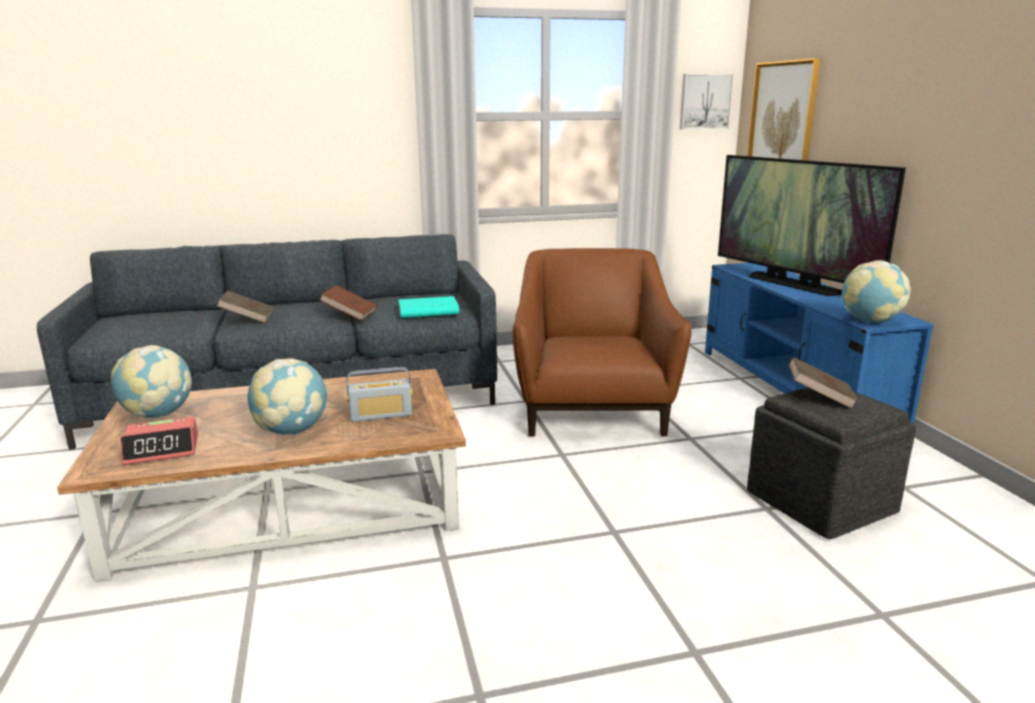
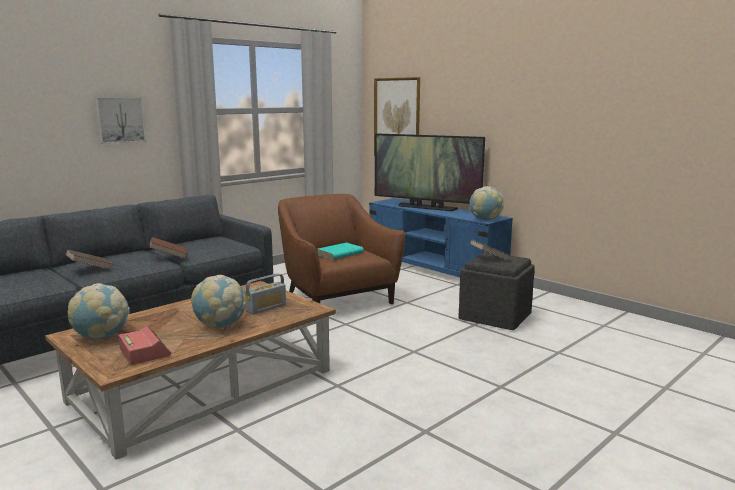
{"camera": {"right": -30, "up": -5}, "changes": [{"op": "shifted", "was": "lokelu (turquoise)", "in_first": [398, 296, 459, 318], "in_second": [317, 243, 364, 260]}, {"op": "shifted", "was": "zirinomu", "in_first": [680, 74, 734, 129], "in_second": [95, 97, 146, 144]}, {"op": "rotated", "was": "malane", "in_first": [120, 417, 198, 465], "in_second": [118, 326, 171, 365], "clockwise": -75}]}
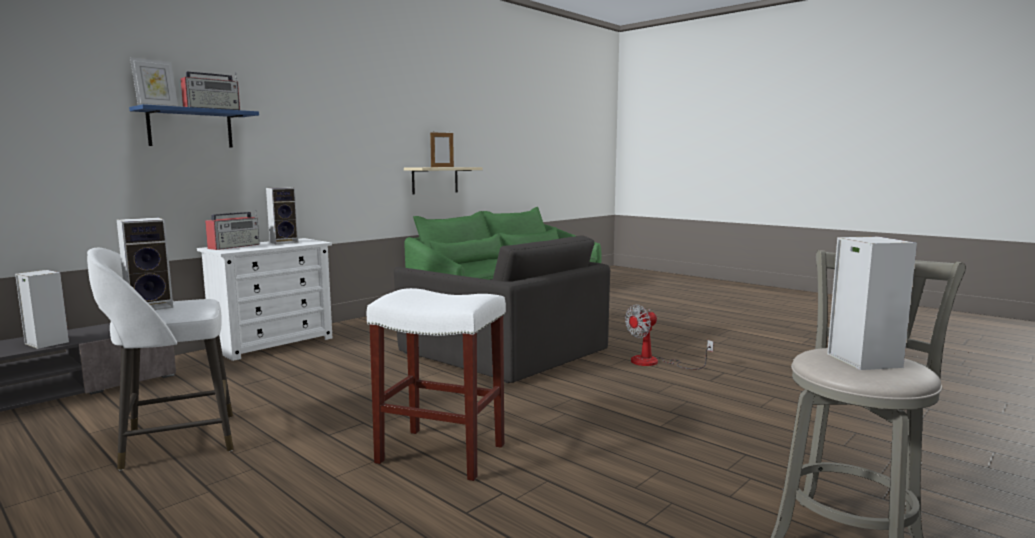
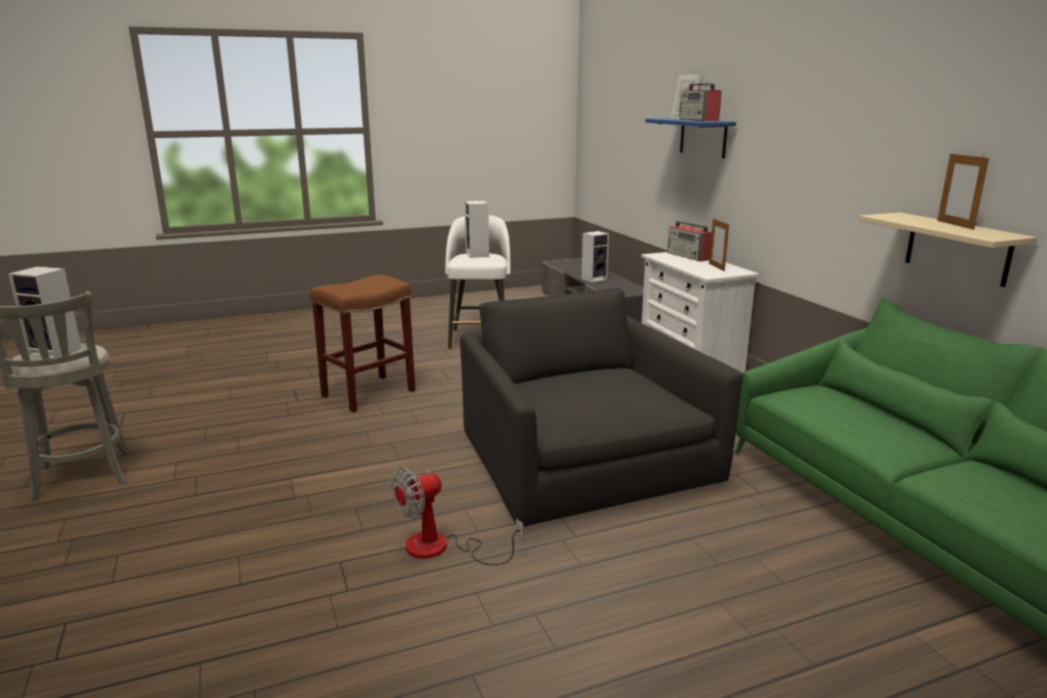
{"camera": {"right": 115, "up": 10}, "changes": [{"op": "swapped", "was": "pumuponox", "now": "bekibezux", "in_first": [266, 187, 298, 244], "in_second": [709, 219, 729, 272]}, {"op": "repainted", "was": "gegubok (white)", "now": "gegubok (brown)", "in_first": [367, 288, 506, 481], "in_second": [310, 275, 415, 412]}, {"op": "rotated", "was": "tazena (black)", "in_first": [394, 235, 610, 383], "in_second": [460, 288, 743, 527], "clockwise": 90}, {"op": "rotated", "was": "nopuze", "in_first": [625, 304, 714, 370], "in_second": [392, 467, 523, 565], "clockwise": -120}]}
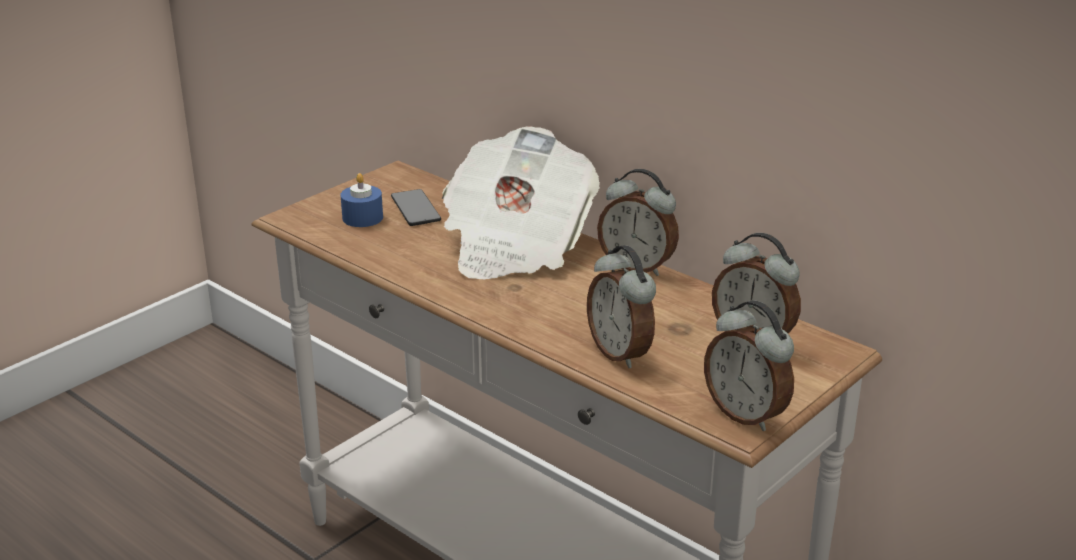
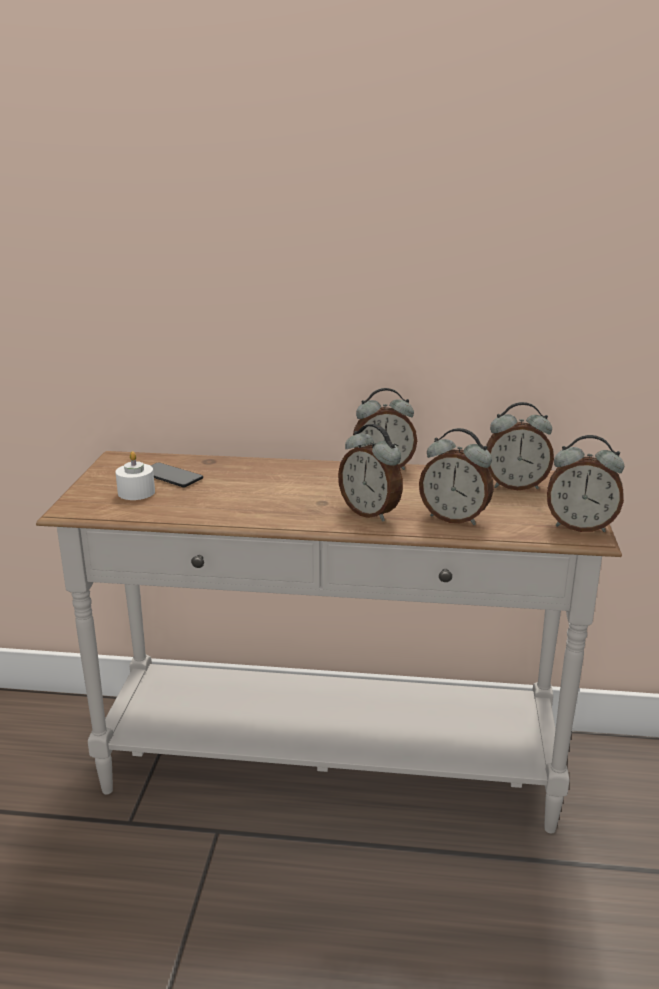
{"camera": {"right": -35, "up": -5}, "changes": [{"op": "gone", "was": "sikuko", "in_first": [442, 127, 600, 279]}, {"op": "new", "now": "malane", "in_second": [338, 424, 403, 522]}, {"op": "repainted", "was": "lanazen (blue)", "now": "lanazen (white)", "in_first": [340, 173, 383, 227], "in_second": [115, 451, 155, 500]}]}
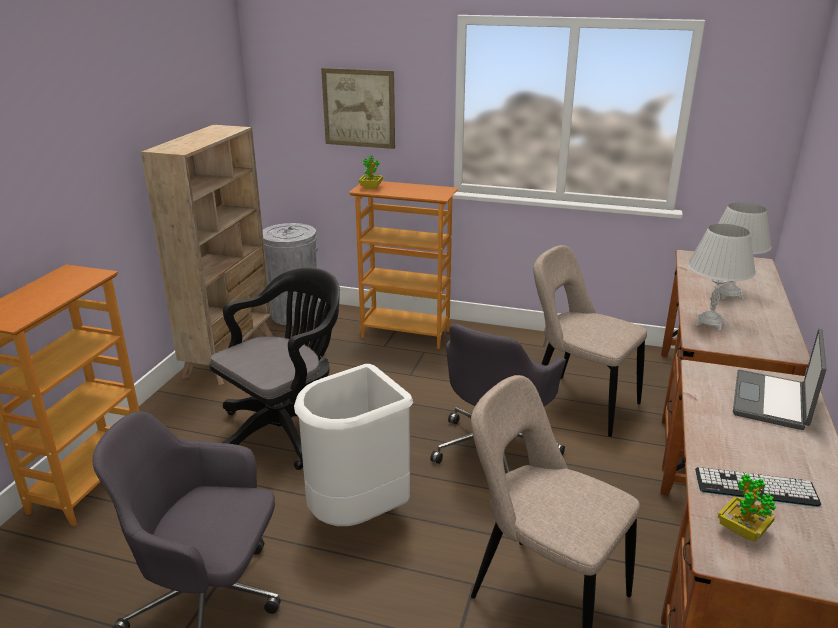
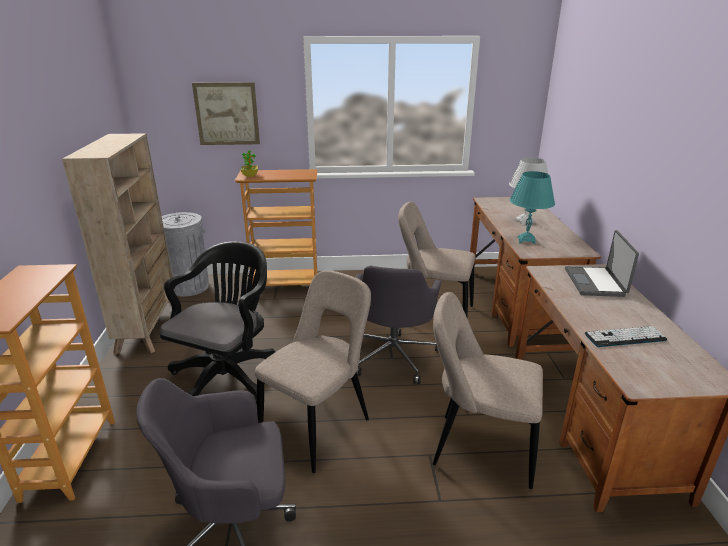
{"camera": {"right": -20, "up": 0}, "changes": [{"op": "gone", "was": "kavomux", "in_first": [718, 474, 775, 542]}, {"op": "swapped", "was": "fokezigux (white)", "now": "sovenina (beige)", "in_first": [294, 364, 413, 526], "in_second": [255, 270, 371, 473]}, {"op": "repainted", "was": "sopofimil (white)", "now": "sopofimil (turquoise)", "in_first": [687, 224, 756, 330], "in_second": [510, 171, 555, 244]}]}
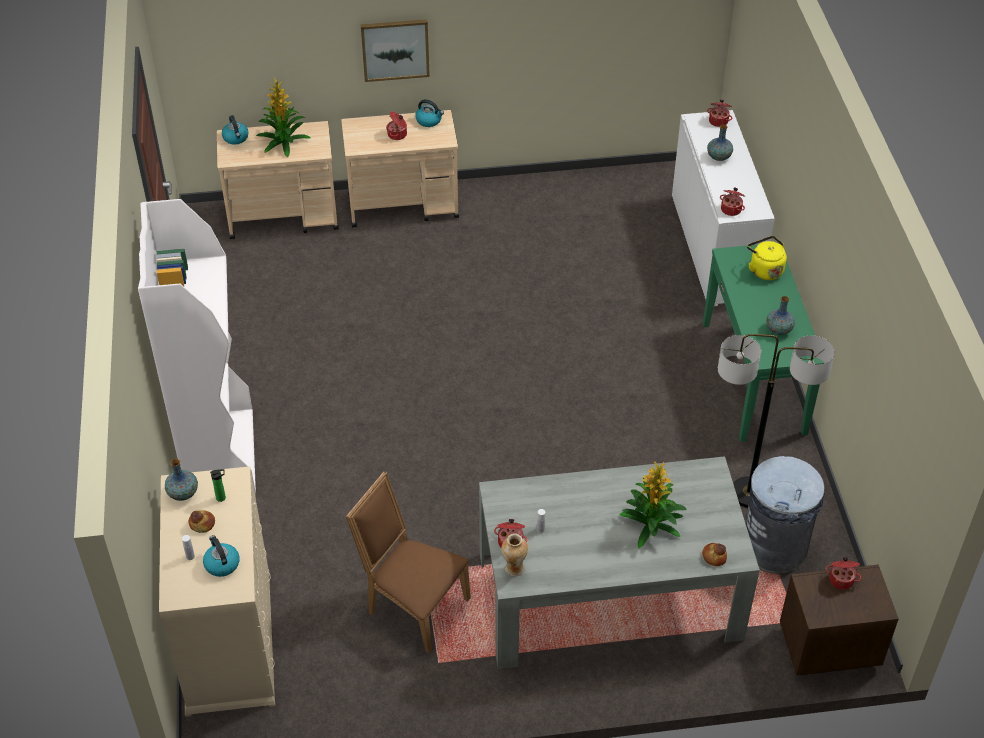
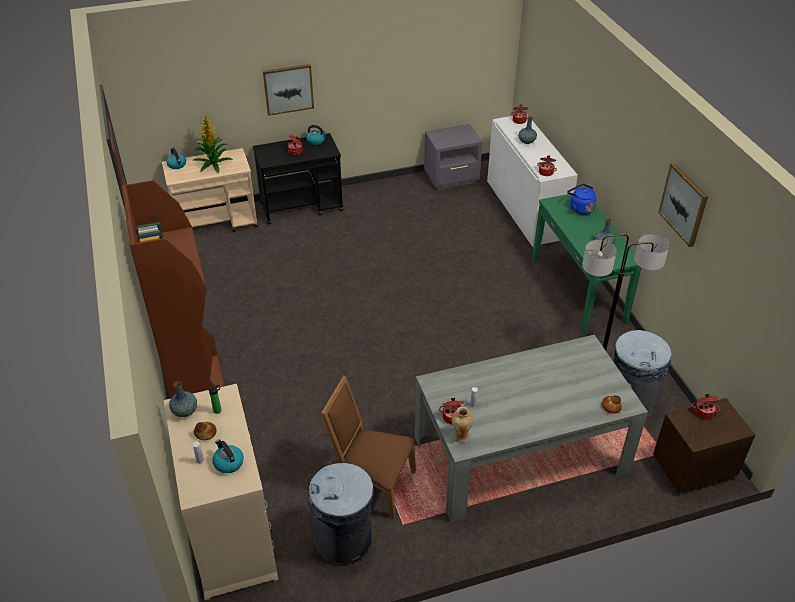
{"camera": {"right": -10, "up": -5}, "changes": [{"op": "gone", "was": "kavomux", "in_first": [619, 461, 687, 548]}, {"op": "new", "now": "fokezigux (grey)", "in_second": [307, 463, 374, 565]}, {"op": "new", "now": "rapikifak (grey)", "in_second": [424, 124, 482, 190]}, {"op": "new", "now": "zirinomu", "in_second": [658, 163, 708, 247]}, {"op": "repainted", "was": "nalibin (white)", "now": "nalibin (brown)", "in_first": [138, 199, 256, 494], "in_second": [121, 180, 224, 399]}, {"op": "repainted", "was": "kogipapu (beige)", "now": "kogipapu (black)", "in_first": [341, 110, 459, 227], "in_second": [253, 133, 343, 225]}, {"op": "repainted", "was": "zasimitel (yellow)", "now": "zasimitel (blue)", "in_first": [747, 236, 787, 280], "in_second": [567, 184, 597, 215]}]}
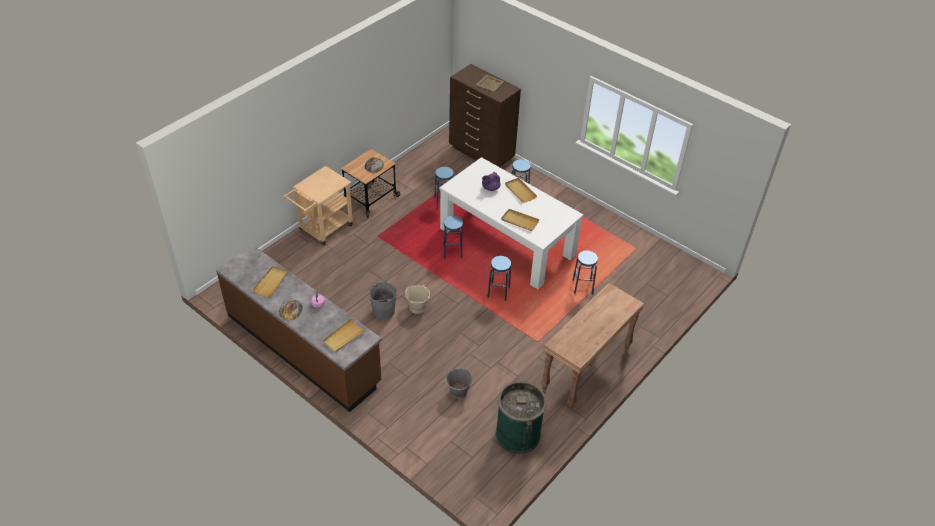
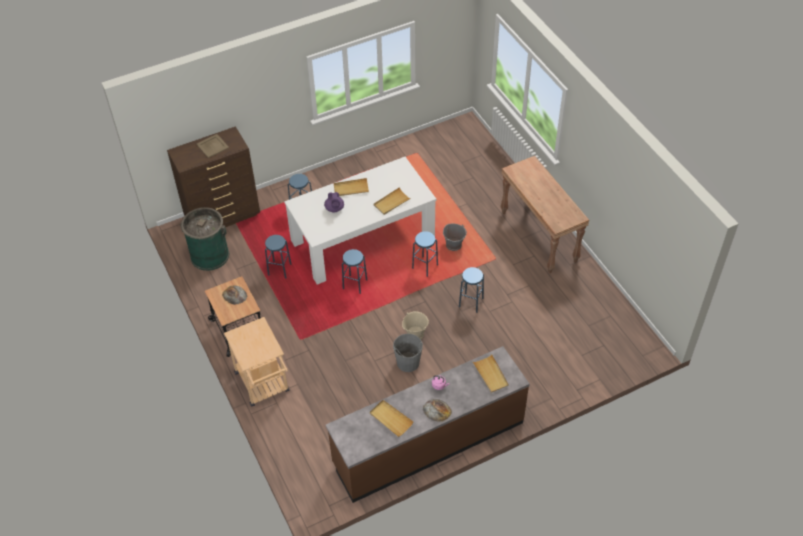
{"camera": {"right": -65, "up": 5}, "changes": [{"op": "shifted", "was": "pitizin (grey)", "in_first": [445, 368, 472, 399], "in_second": [443, 224, 467, 251]}, {"op": "shifted", "was": "fokezigux (green)", "in_first": [496, 381, 547, 454], "in_second": [180, 207, 229, 271]}, {"op": "shifted", "was": "gegubok (blue)", "in_first": [573, 250, 598, 294], "in_second": [459, 267, 484, 313]}]}
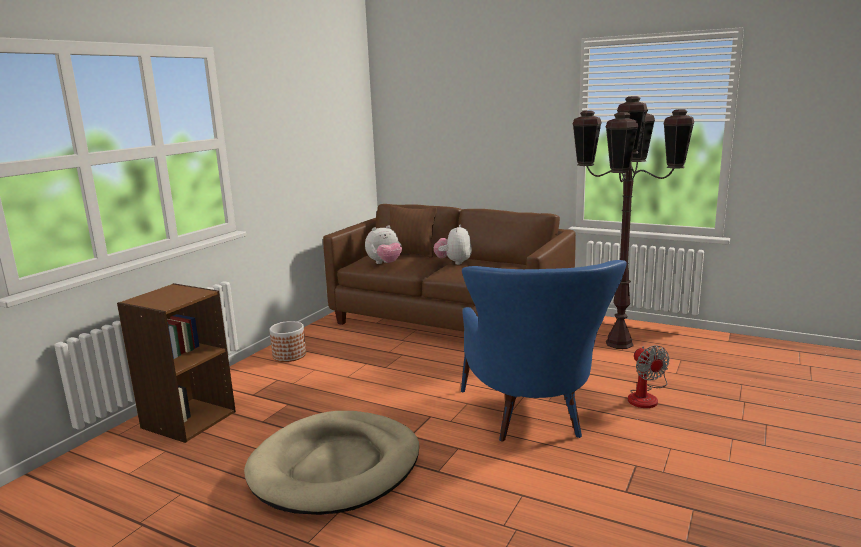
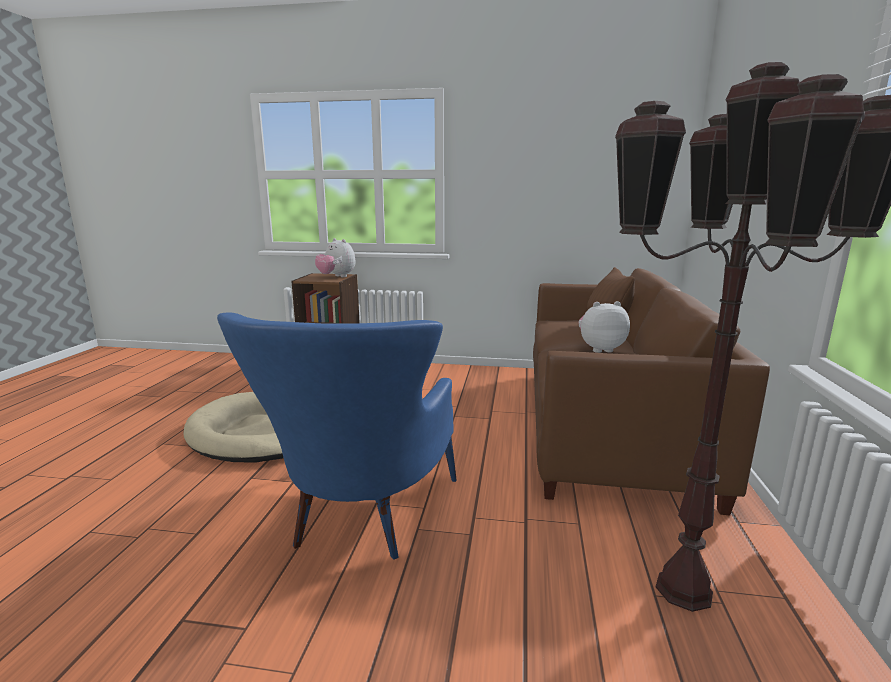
{"camera": {"right": 70, "up": 0}, "changes": [{"op": "gone", "was": "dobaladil", "in_first": [269, 321, 306, 362]}, {"op": "gone", "was": "nopuze", "in_first": [628, 345, 670, 408]}, {"op": "shifted", "was": "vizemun", "in_first": [365, 225, 402, 264], "in_second": [315, 238, 355, 277]}, {"op": "rotated", "was": "tazena (blue)", "in_first": [461, 260, 627, 442], "in_second": [217, 313, 457, 560], "clockwise": -60}]}
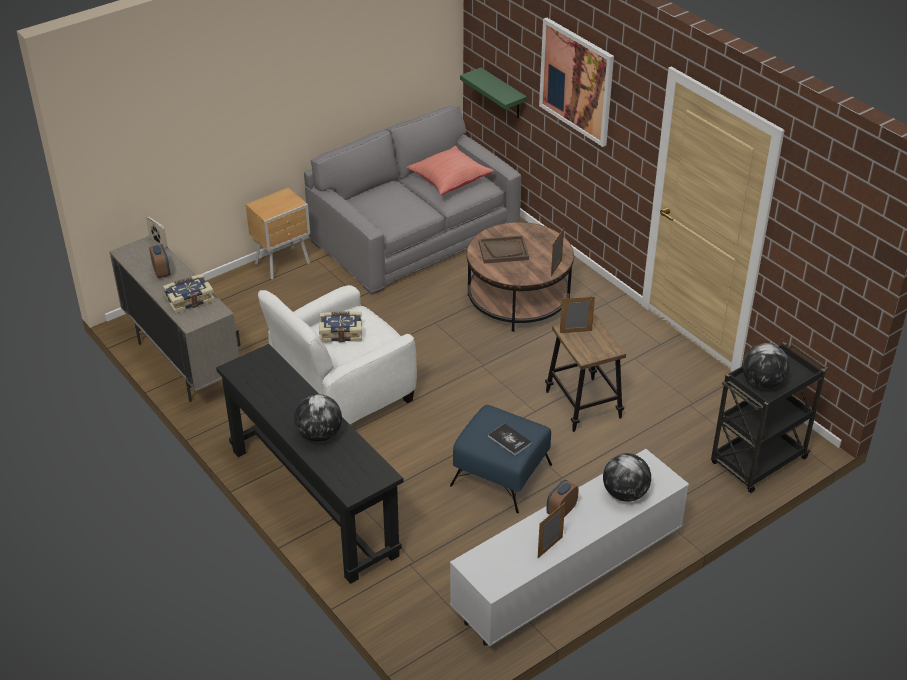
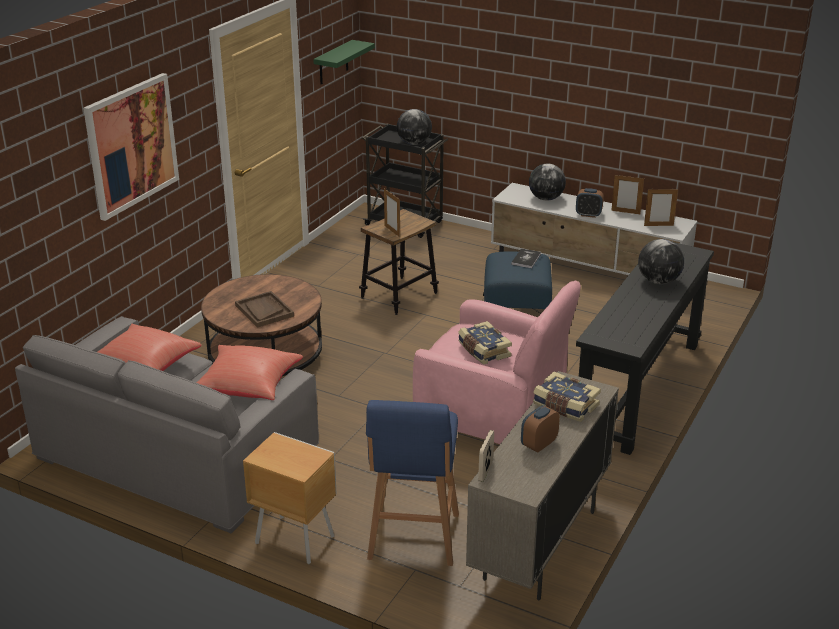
{"camera": {"right": -115, "up": -10}, "changes": [{"op": "new", "now": "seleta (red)", "in_second": [196, 345, 303, 400]}, {"op": "new", "now": "gegubok (blue)", "in_second": [366, 400, 459, 566]}, {"op": "shifted", "was": "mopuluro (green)", "in_first": [460, 68, 527, 118], "in_second": [313, 40, 375, 85]}, {"op": "shifted", "was": "bekibezux", "in_first": [551, 228, 564, 277], "in_second": [644, 189, 678, 226]}, {"op": "repainted", "was": "tazena (white)", "now": "tazena (pink)", "in_first": [258, 285, 417, 424], "in_second": [413, 281, 581, 444]}]}
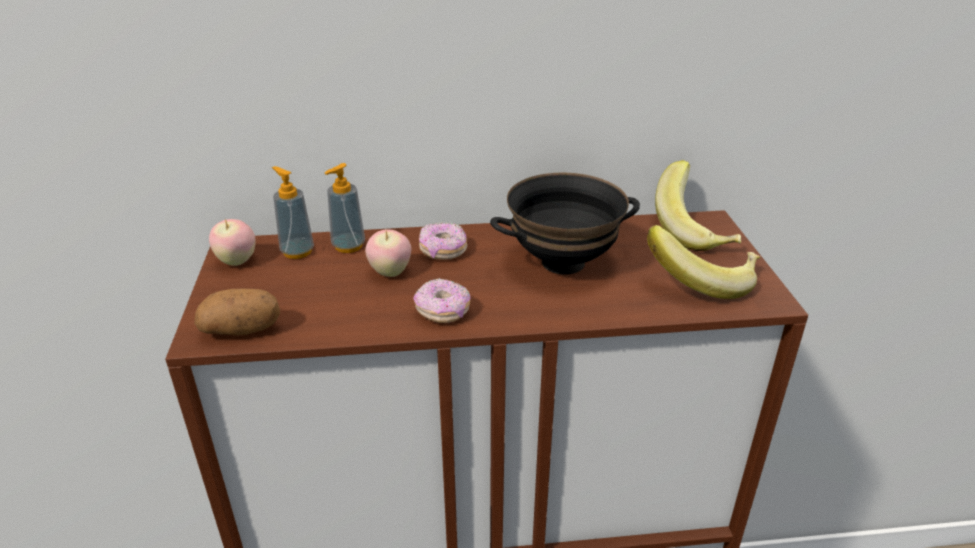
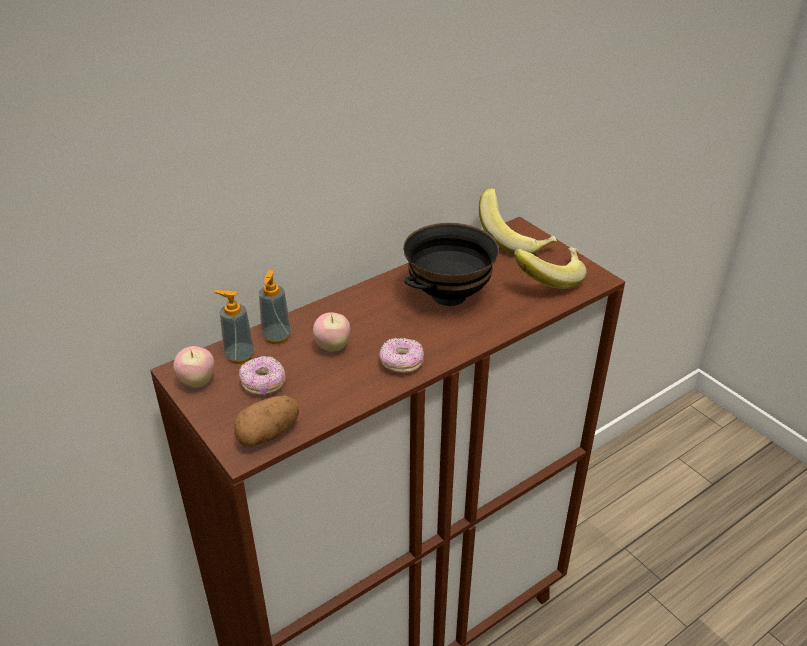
{"camera": {"right": -30, "up": 5}, "changes": [{"op": "shifted", "was": "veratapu", "in_first": [419, 222, 467, 260], "in_second": [239, 356, 286, 395]}]}
